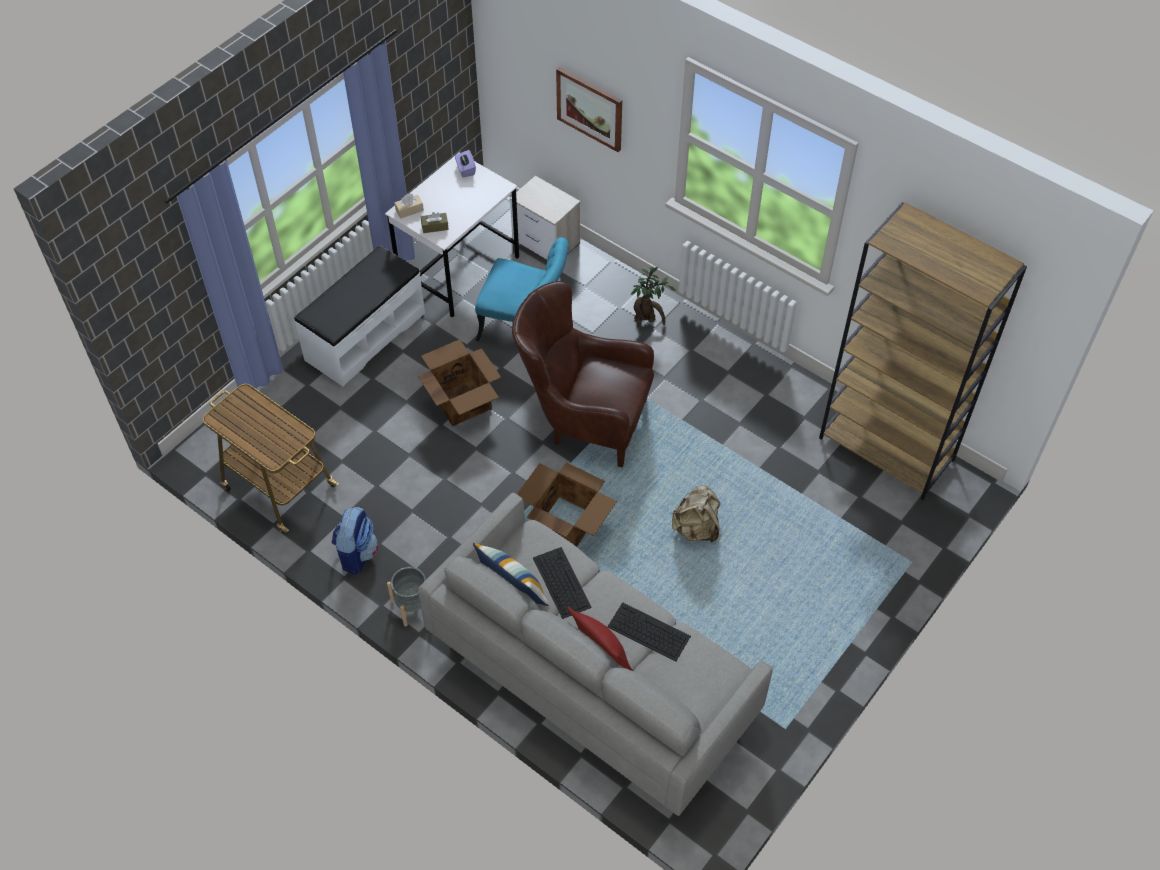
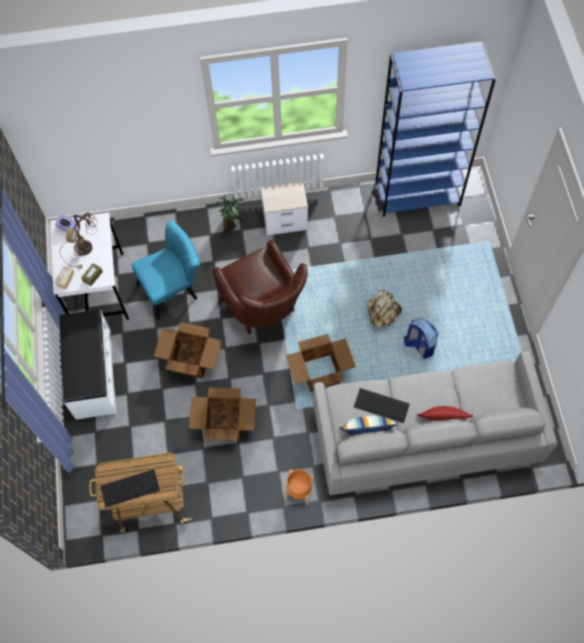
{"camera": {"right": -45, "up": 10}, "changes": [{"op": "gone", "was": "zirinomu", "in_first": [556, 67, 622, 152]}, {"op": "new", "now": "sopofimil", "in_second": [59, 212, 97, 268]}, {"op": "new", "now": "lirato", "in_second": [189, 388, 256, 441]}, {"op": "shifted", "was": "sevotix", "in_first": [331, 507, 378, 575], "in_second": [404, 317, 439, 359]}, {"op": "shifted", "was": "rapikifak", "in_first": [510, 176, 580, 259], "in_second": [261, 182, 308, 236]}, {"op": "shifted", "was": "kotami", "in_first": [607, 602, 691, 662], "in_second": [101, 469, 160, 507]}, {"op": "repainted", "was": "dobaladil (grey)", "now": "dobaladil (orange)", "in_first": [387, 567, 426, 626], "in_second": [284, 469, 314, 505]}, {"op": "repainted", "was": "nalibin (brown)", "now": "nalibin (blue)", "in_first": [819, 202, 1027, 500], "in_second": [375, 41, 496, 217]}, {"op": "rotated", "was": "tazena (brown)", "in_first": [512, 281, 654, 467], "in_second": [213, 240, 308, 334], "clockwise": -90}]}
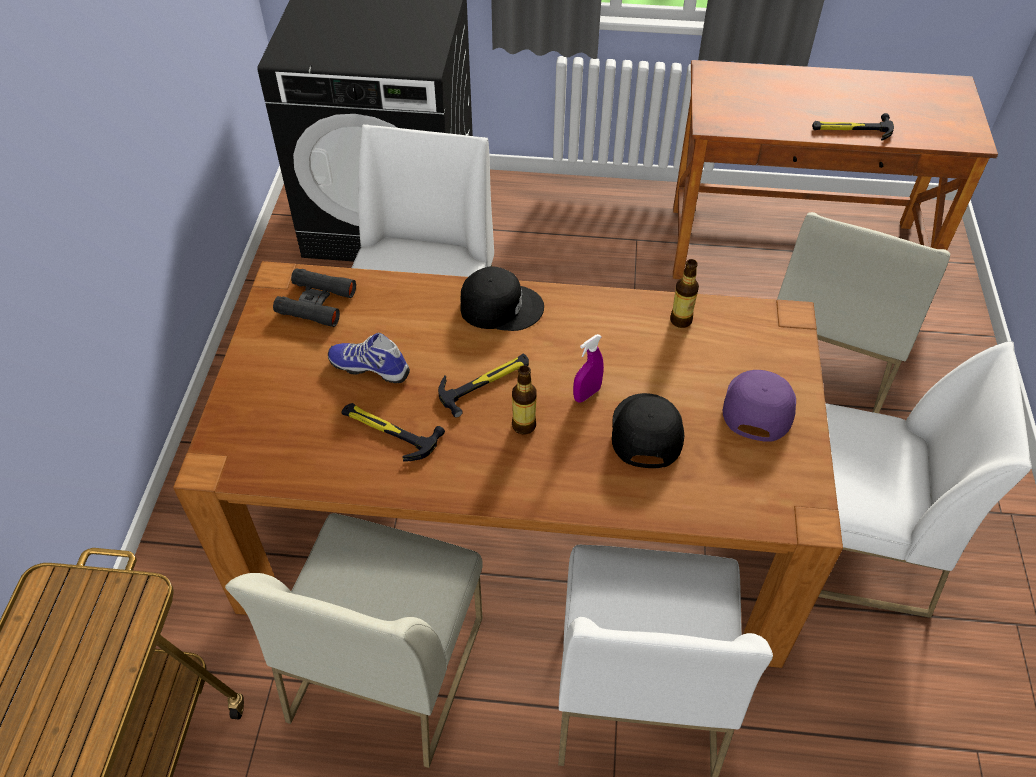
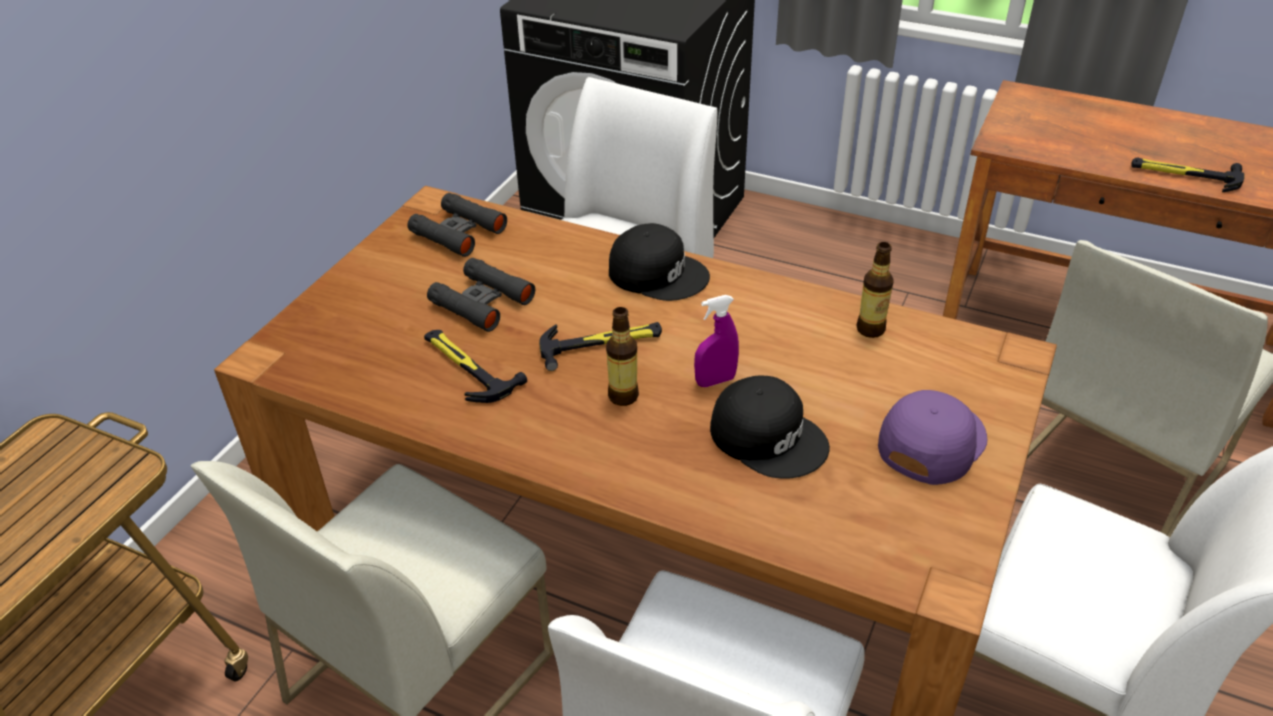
{"camera": {"right": 20, "up": -10}, "changes": [{"op": "swapped", "was": "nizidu", "now": "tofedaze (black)", "in_first": [328, 332, 410, 383], "in_second": [427, 258, 535, 332]}, {"op": "rotated", "was": "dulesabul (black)", "in_first": [612, 393, 684, 468], "in_second": [710, 376, 830, 479], "clockwise": 105}]}
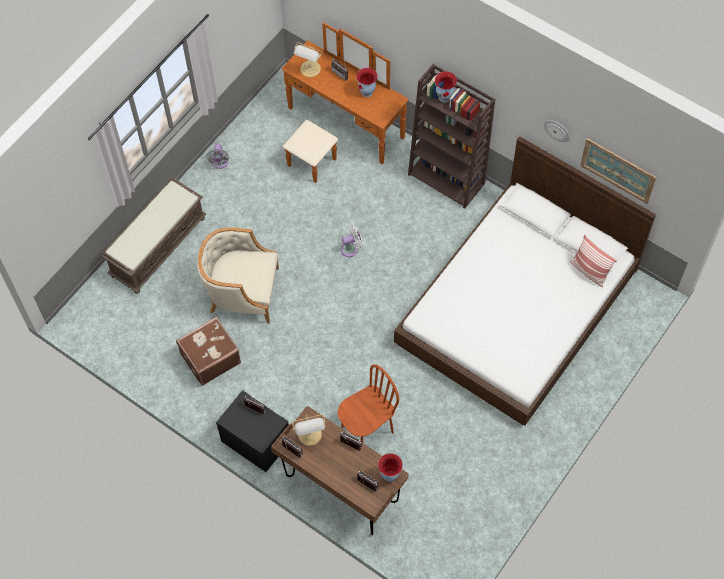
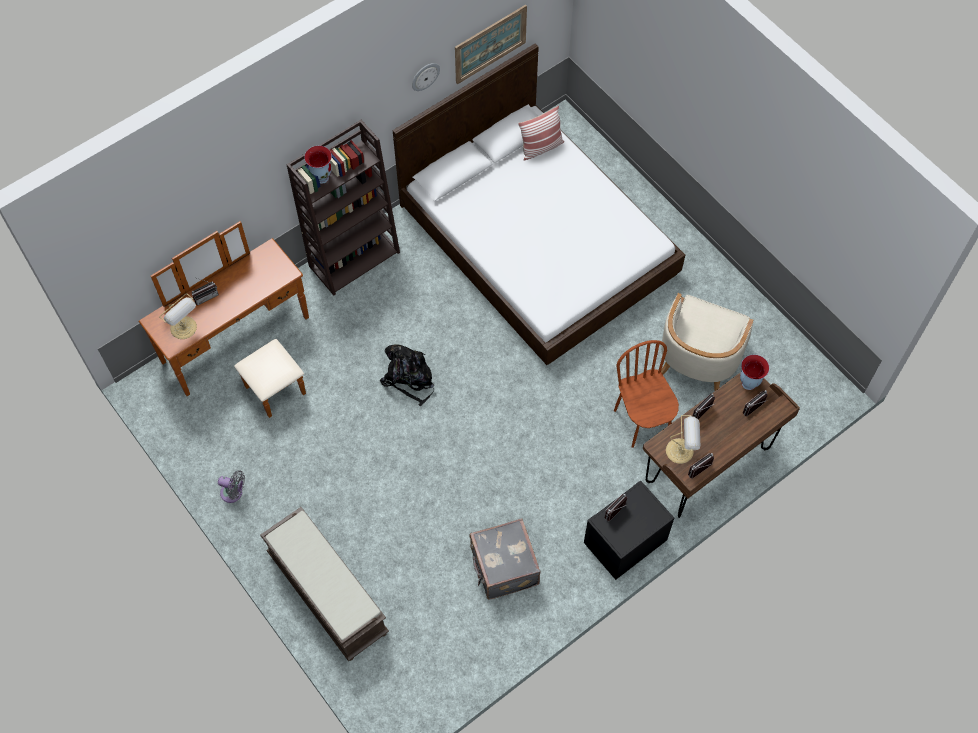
{"camera": {"right": -75, "up": 0}, "changes": [{"op": "gone", "was": "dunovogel", "in_first": [356, 68, 378, 97]}, {"op": "shifted", "was": "tazena (beige)", "in_first": [197, 227, 279, 324], "in_second": [661, 293, 753, 391]}, {"op": "swapped", "was": "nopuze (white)", "now": "sevotix (black)", "in_first": [341, 226, 363, 257], "in_second": [380, 345, 434, 406]}, {"op": "repainted", "was": "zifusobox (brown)", "now": "zifusobox (grey)", "in_first": [176, 317, 241, 386], "in_second": [470, 518, 541, 600]}]}
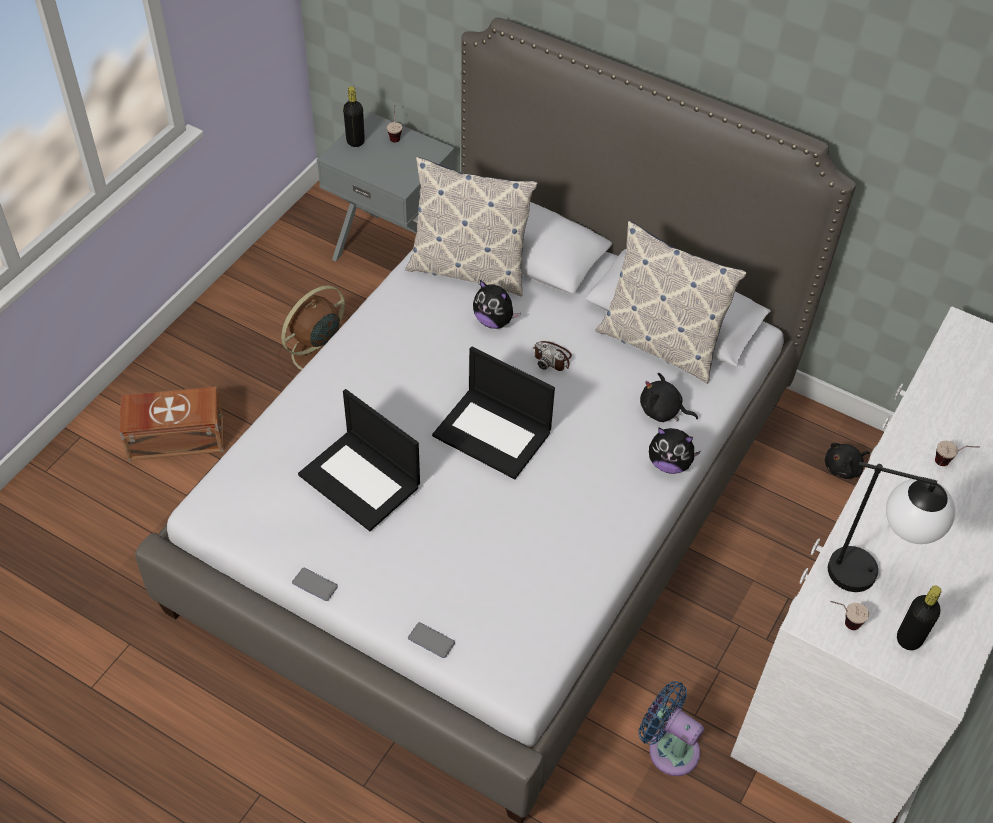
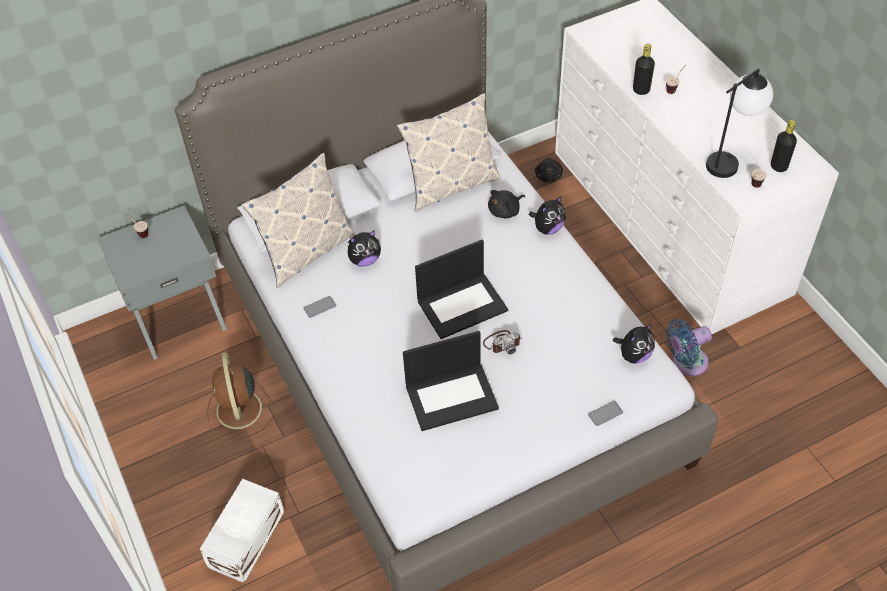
{"camera": {"right": -55, "up": 0}, "changes": [{"op": "new", "now": "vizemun", "in_second": [613, 323, 655, 364]}, {"op": "shifted", "was": "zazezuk", "in_first": [292, 568, 338, 601], "in_second": [303, 296, 336, 318]}, {"op": "shifted", "was": "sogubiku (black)", "in_first": [343, 86, 365, 147], "in_second": [633, 44, 655, 95]}, {"op": "shifted", "was": "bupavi", "in_first": [532, 341, 572, 371], "in_second": [483, 330, 522, 355]}, {"op": "repainted", "was": "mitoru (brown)", "now": "mitoru (white)", "in_first": [120, 387, 224, 461], "in_second": [199, 479, 285, 583]}]}
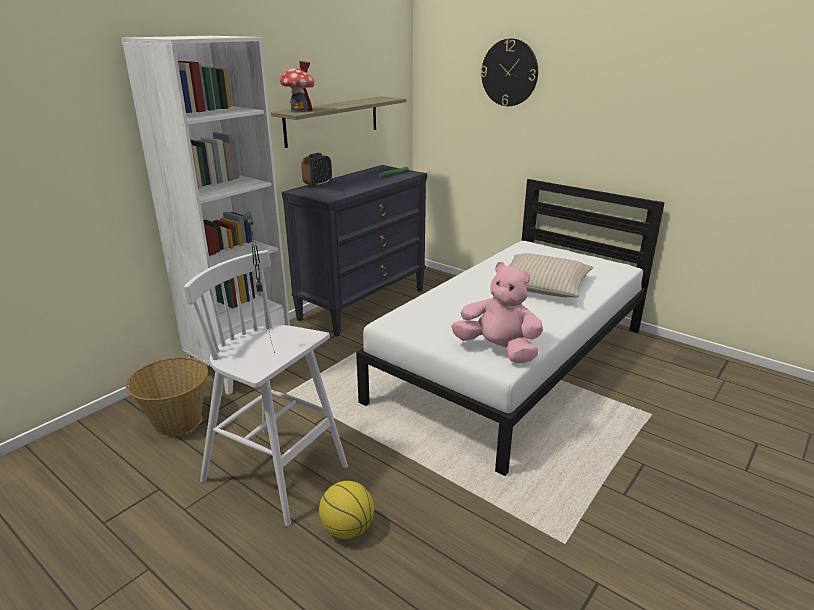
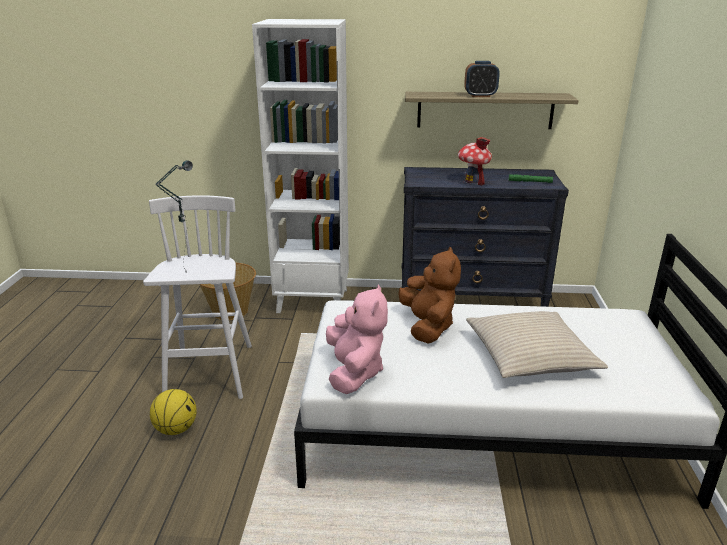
{"camera": {"right": 55, "up": 0}, "changes": [{"op": "gone", "was": "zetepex", "in_first": [481, 39, 538, 106]}, {"op": "new", "now": "vizemun (brown)", "in_second": [398, 247, 461, 344]}, {"op": "shifted", "was": "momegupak", "in_first": [279, 61, 315, 112], "in_second": [458, 137, 492, 186]}, {"op": "shifted", "was": "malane", "in_first": [301, 153, 332, 188], "in_second": [464, 61, 500, 97]}]}
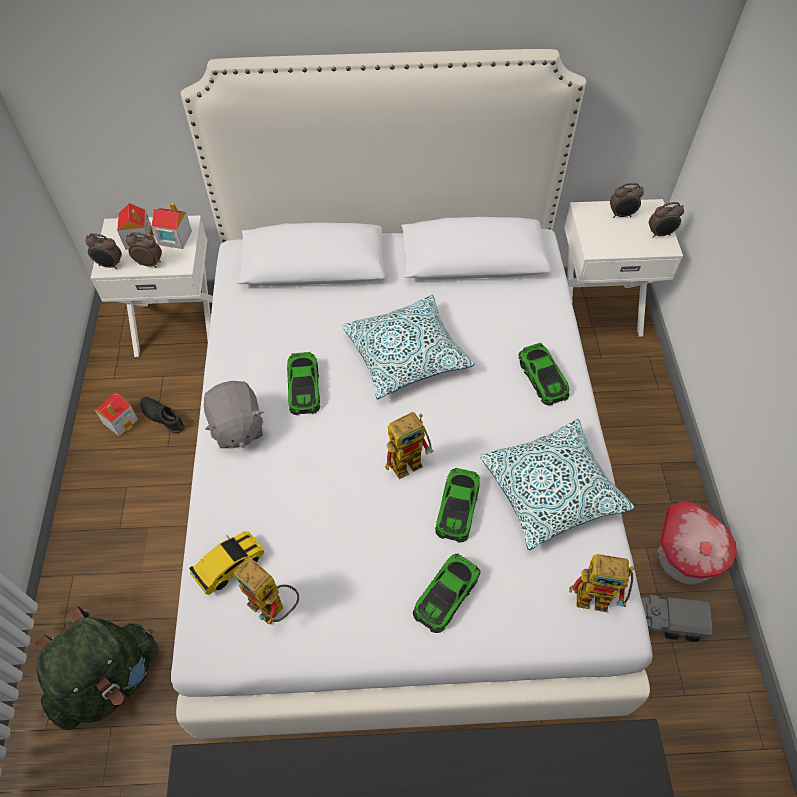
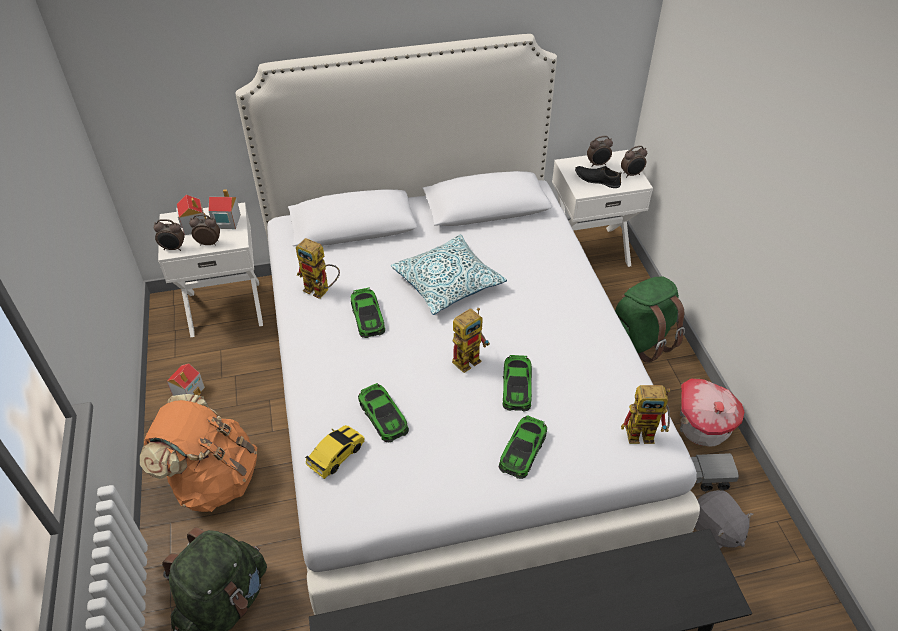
{"camera": {"right": -10, "up": -10}, "changes": [{"op": "gone", "was": "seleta", "in_first": [480, 419, 634, 550]}, {"op": "new", "now": "sevotix (orange)", "in_second": [140, 394, 257, 512]}, {"op": "new", "now": "sevotix (green)", "in_second": [615, 276, 685, 363]}, {"op": "shifted", "was": "nizidu (black)", "in_first": [140, 397, 185, 433], "in_second": [575, 166, 621, 188]}, {"op": "shifted", "was": "vizemun (grey)", "in_first": [204, 381, 264, 448], "in_second": [695, 490, 754, 548]}, {"op": "shifted", "was": "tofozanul", "in_first": [233, 557, 299, 624], "in_second": [296, 238, 340, 299]}, {"op": "shifted", "was": "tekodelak", "in_first": [519, 343, 570, 405], "in_second": [358, 383, 409, 442]}]}
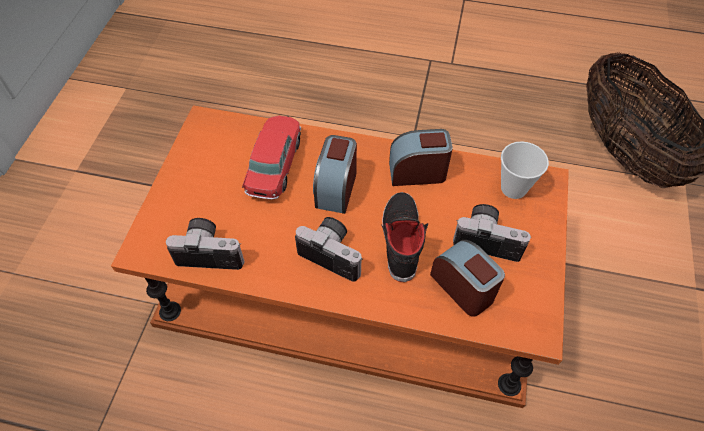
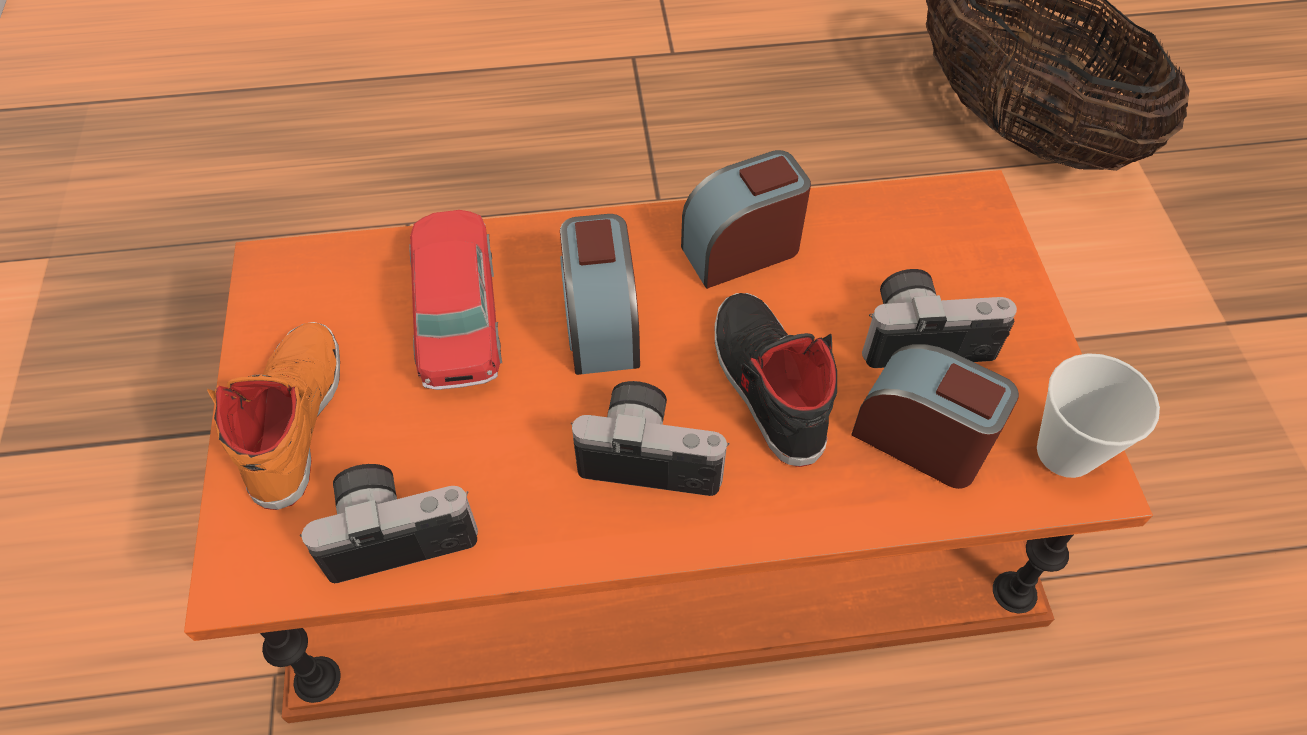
{"camera": {"right": -20, "up": 0}, "changes": [{"op": "new", "now": "nizidu (orange)", "in_second": [207, 322, 340, 510]}, {"op": "shifted", "was": "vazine", "in_first": [501, 141, 549, 199], "in_second": [1037, 353, 1160, 478]}]}
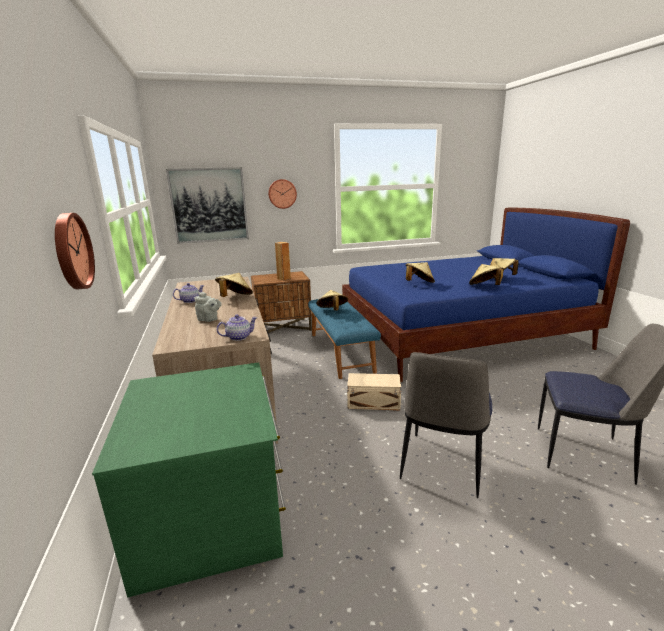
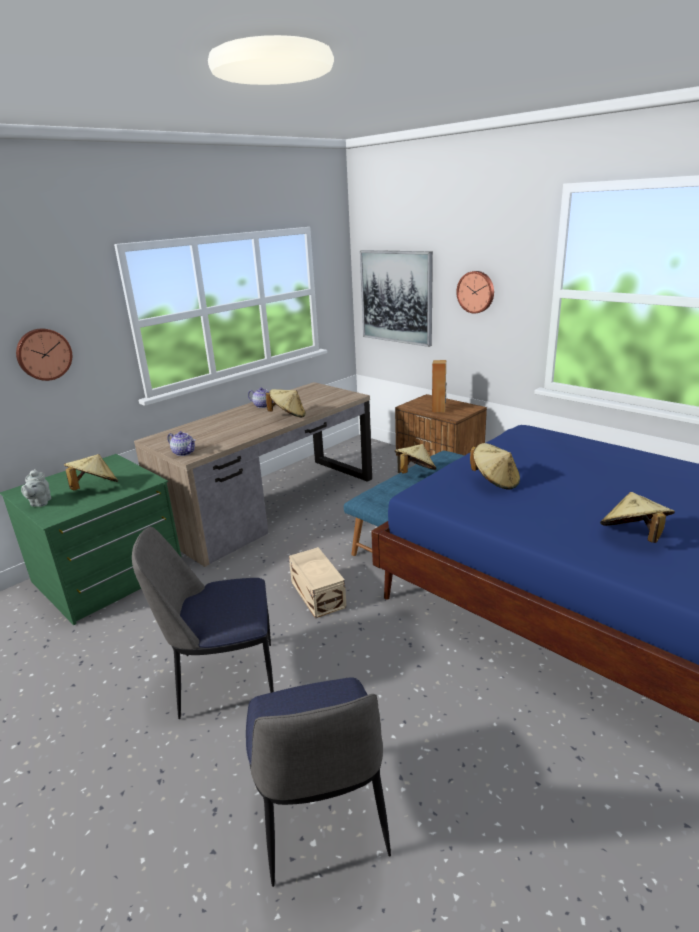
{"camera": {"right": 60, "up": 5}, "changes": [{"op": "shifted", "was": "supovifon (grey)", "in_first": [194, 292, 222, 322], "in_second": [21, 468, 51, 507]}, {"op": "shifted", "was": "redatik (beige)", "in_first": [469, 264, 504, 285], "in_second": [64, 454, 118, 490]}]}
